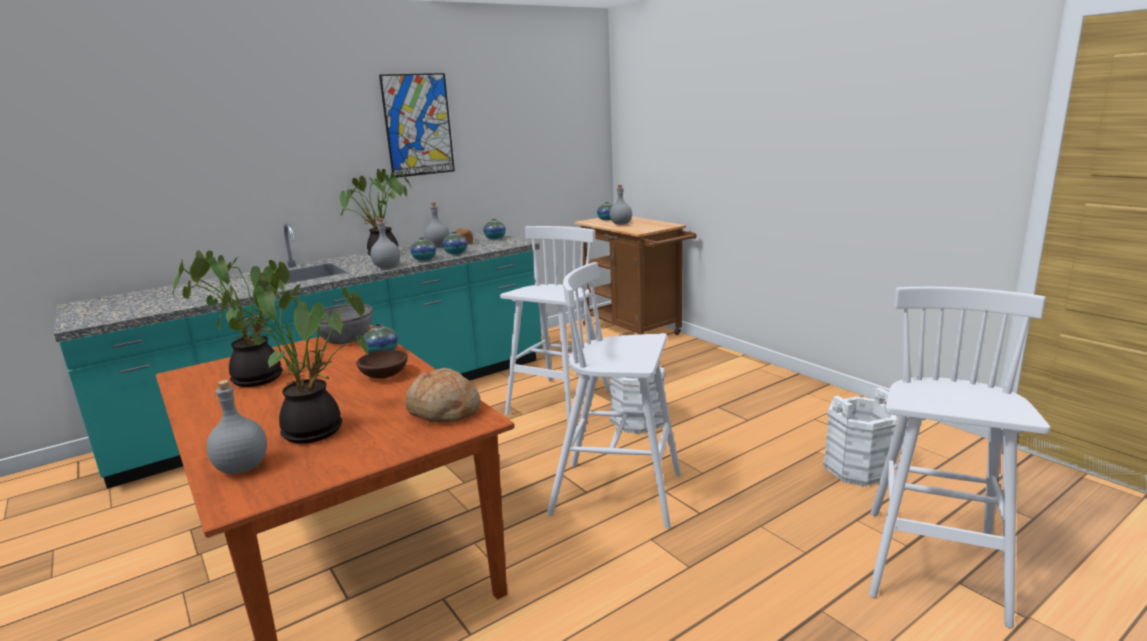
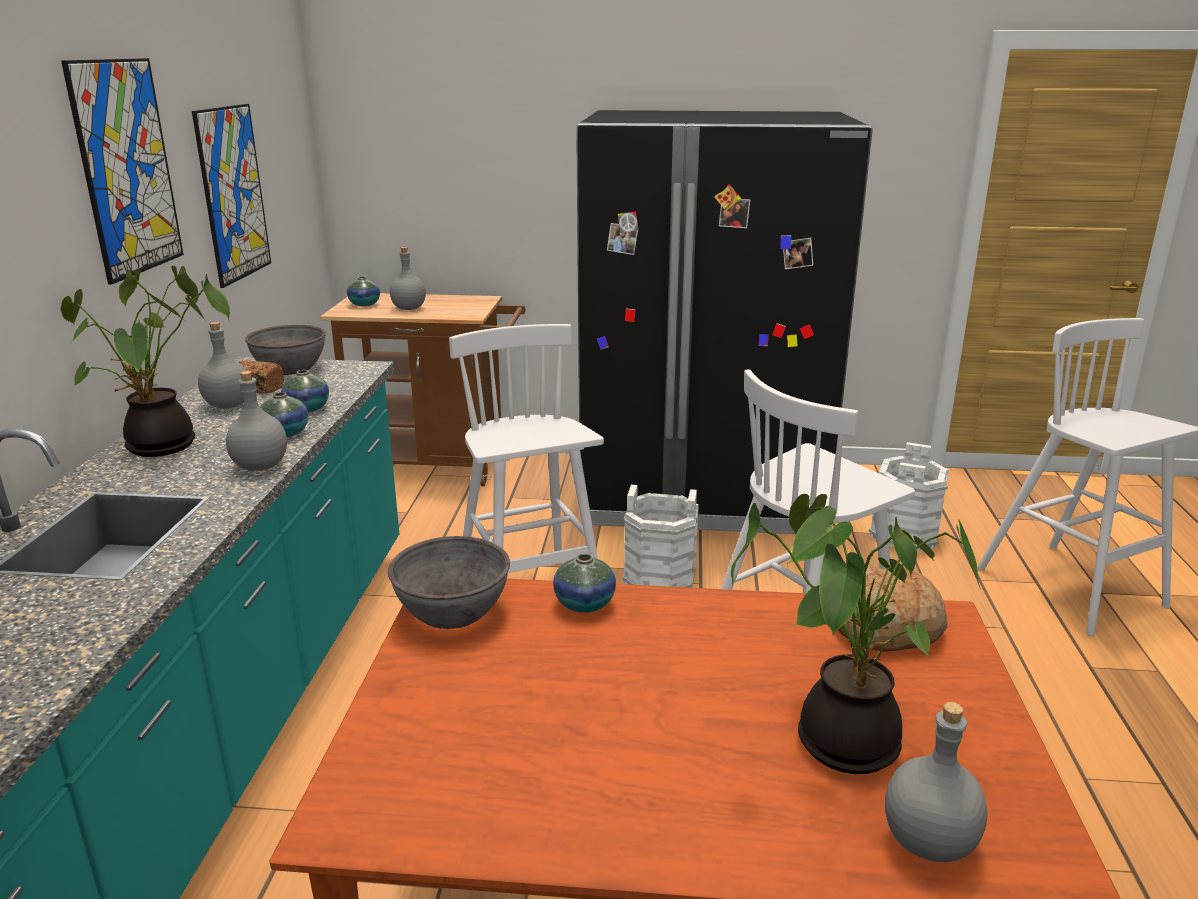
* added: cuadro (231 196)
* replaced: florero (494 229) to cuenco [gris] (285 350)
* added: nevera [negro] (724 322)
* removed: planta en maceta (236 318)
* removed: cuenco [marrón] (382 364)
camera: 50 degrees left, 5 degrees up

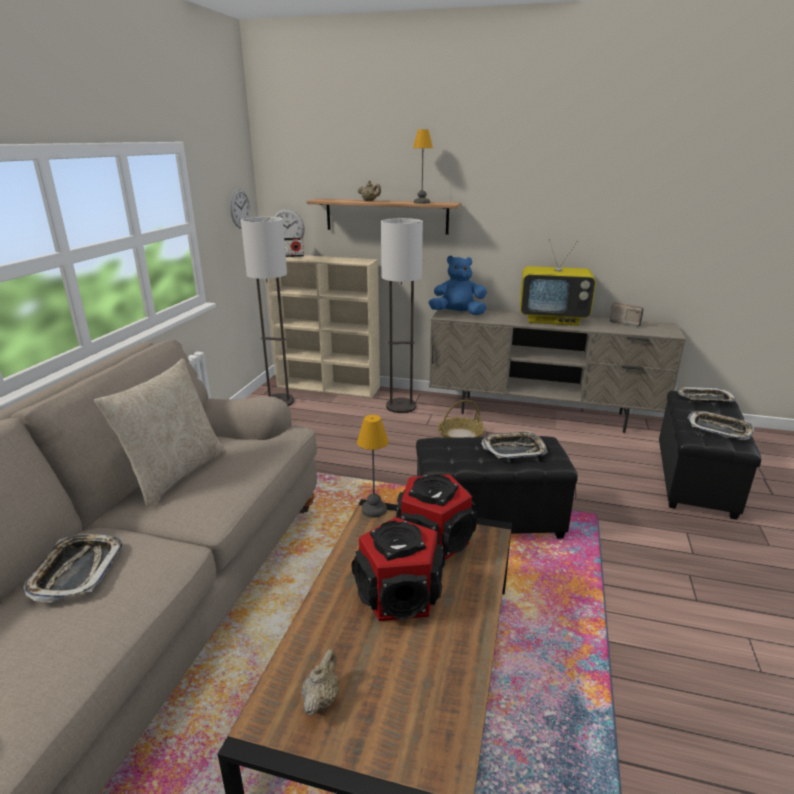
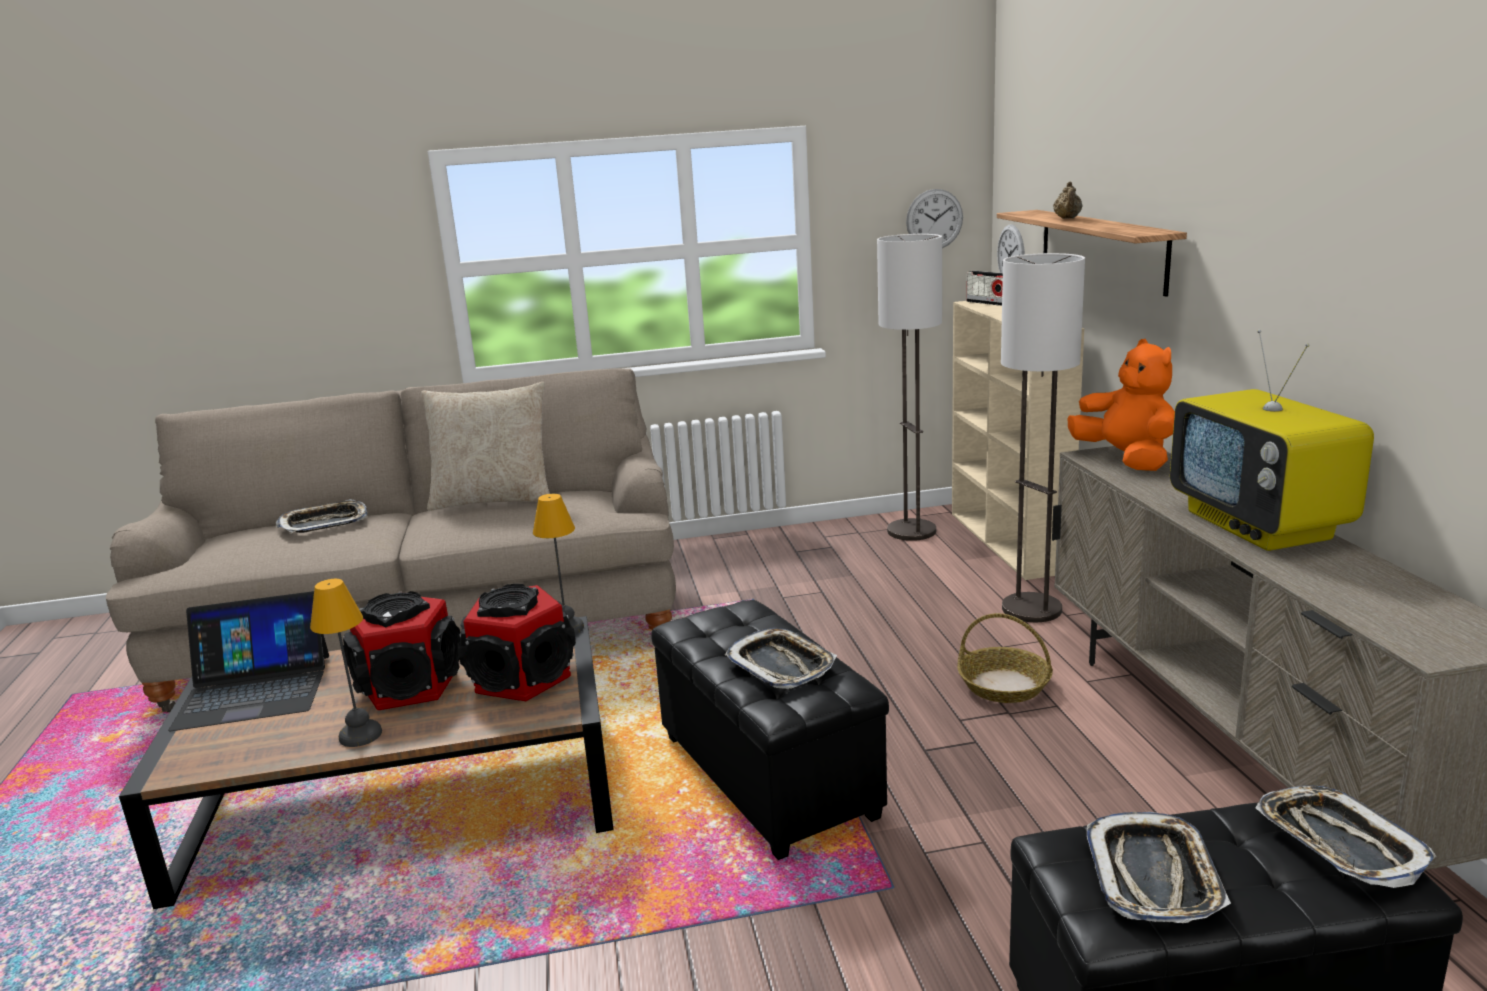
* replaced: tetera [beis] (320 682) to portátil (248 661)
* moved: lámpara de mesa (423 167) to (346 663)
* recoloured: peluche [azul] (458 285) to peluche [naranja] (1121 405)
* removed: radio (627 314)
camera: 65 degrees right, 5 degrees down

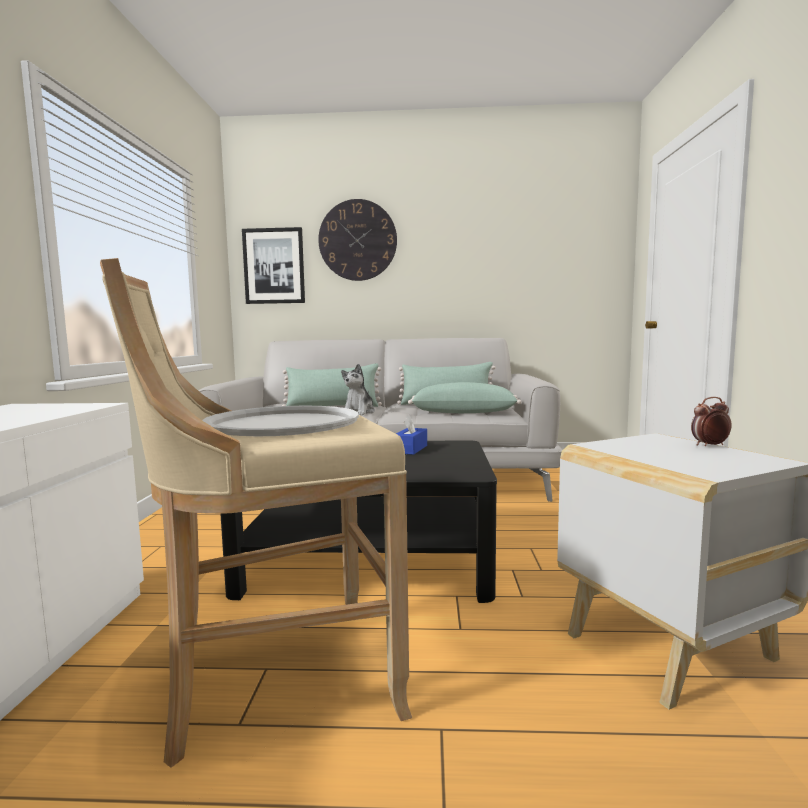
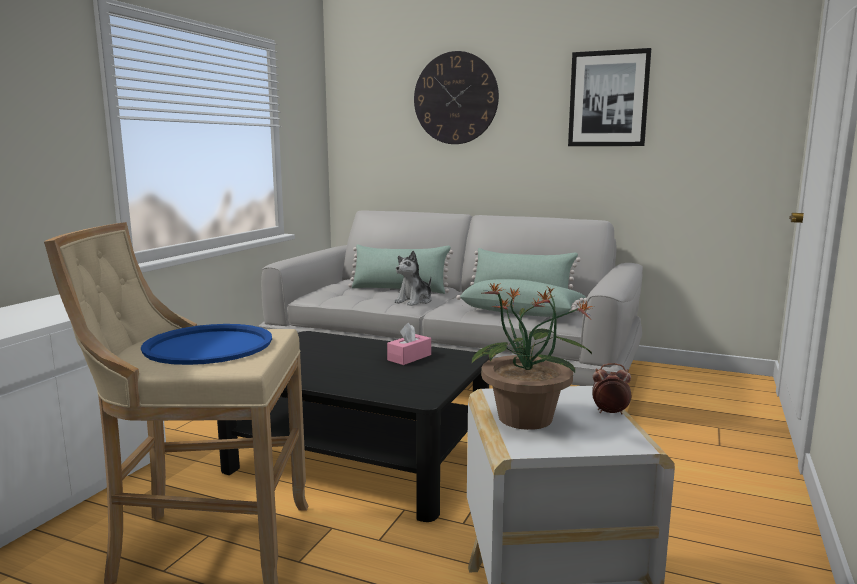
* recoloured: bandeja [blanco] (280 421) to bandeja [azul] (206 344)
* recoloured: caja de pañuelos [azul] (411 434) to caja de pañuelos [rosa] (409 344)
* added: planta en maceta (533 356)
* moved: cuadro (273 265) to (609 97)
camera: 20 degrees right, 5 degrees up

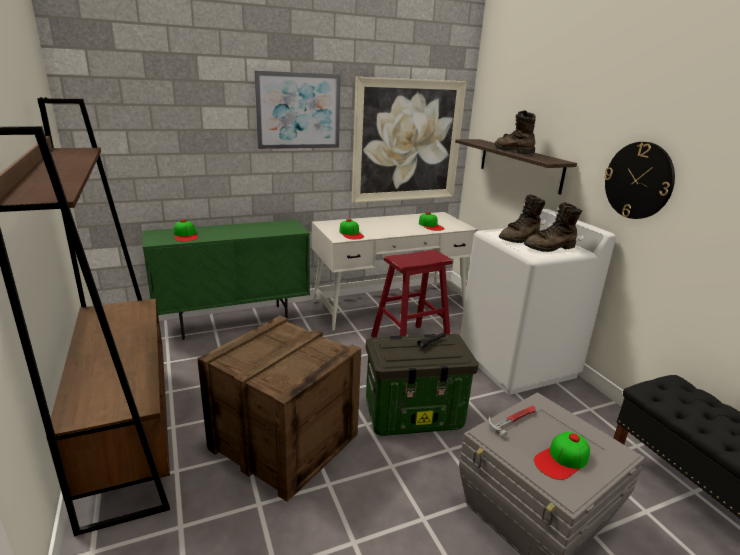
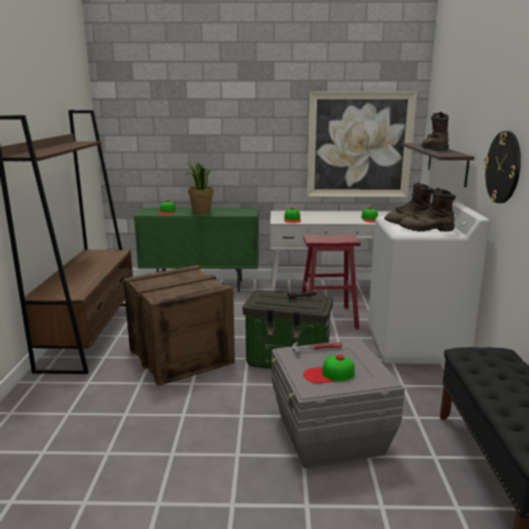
* added: planta en maceta (200 187)
* removed: cuadro (298 110)
camera: 25 degrees right, 5 degrees down

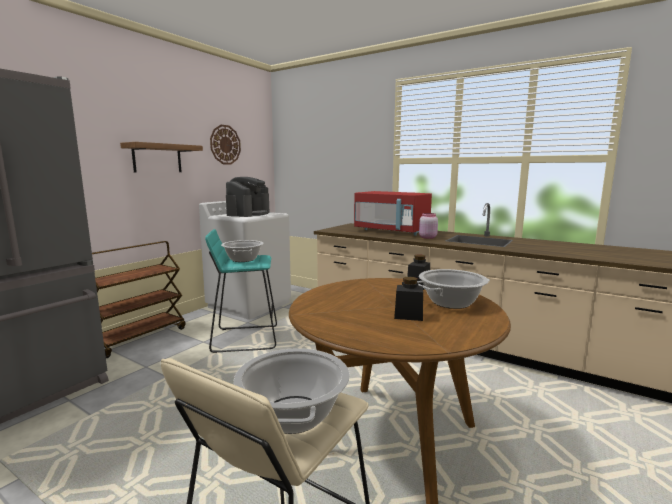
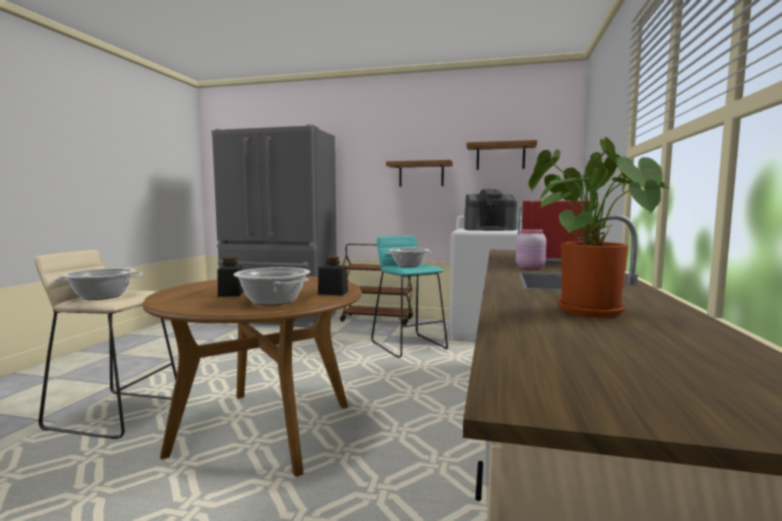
* replaced: reloj de pared (225 144) to estante (501 155)
* added: planta en maceta (598 227)
camera: 70 degrees right, 5 degrees down

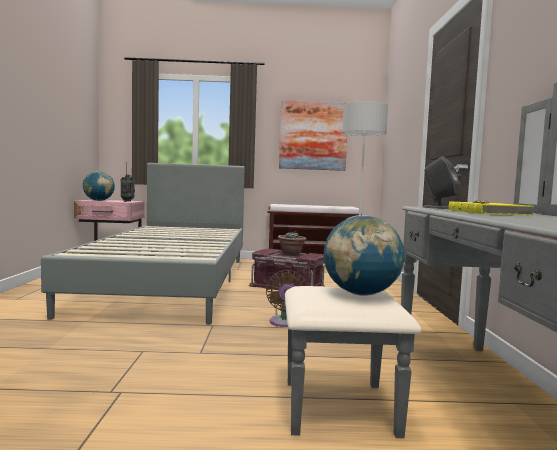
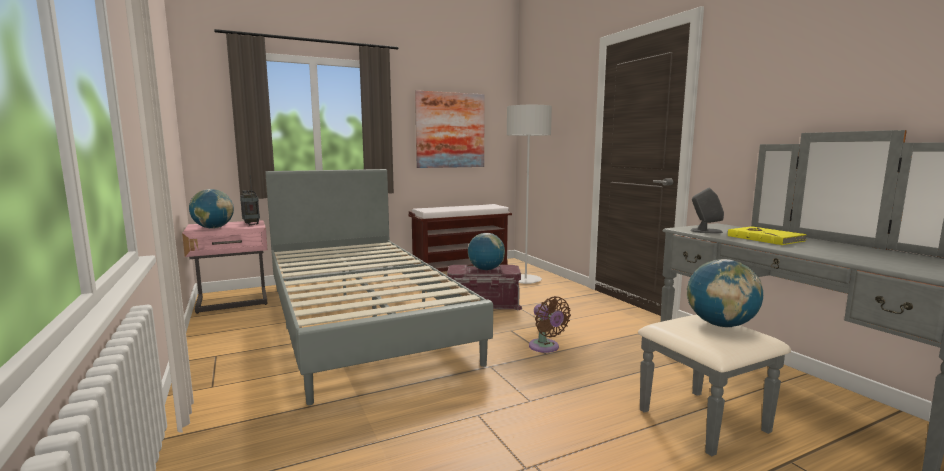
* replaced: planta en maceta (292 244) to globo terráqueo (486 251)
camera: 25 degrees left, 5 degrees up

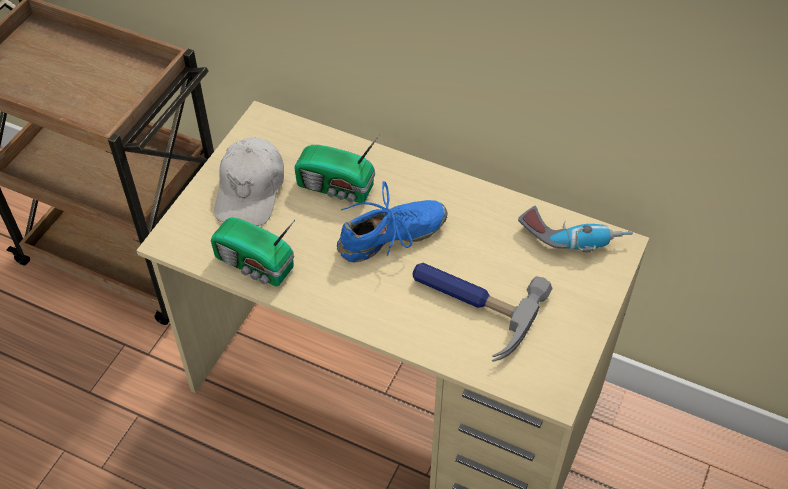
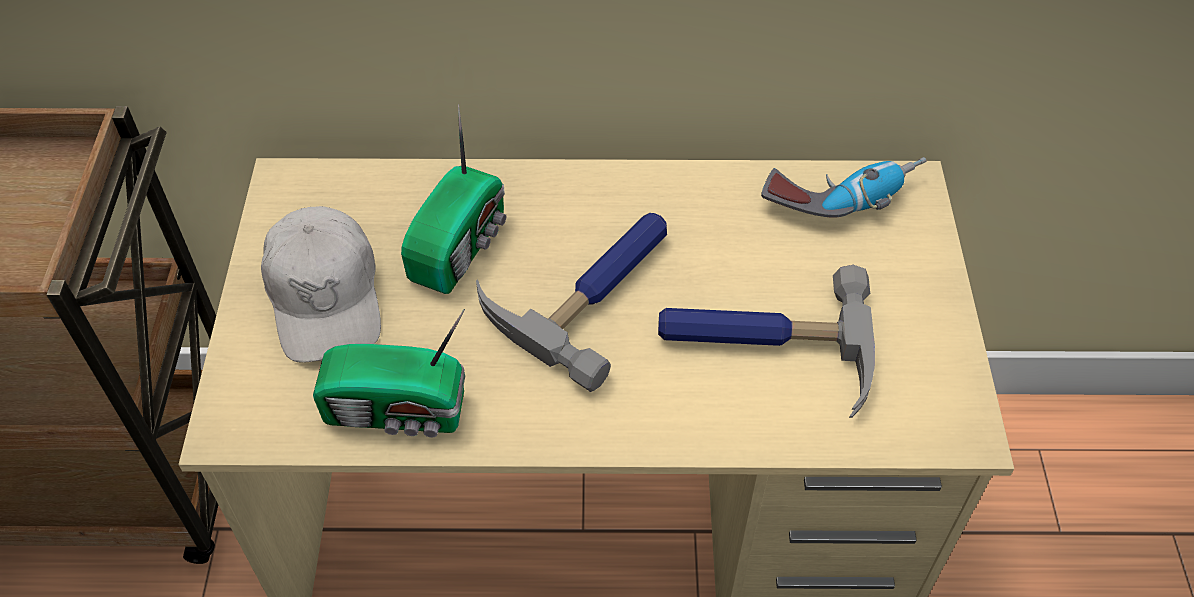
* turned: radio (337 169) = (454 199) 60 degrees counterclockwise
* replaced: zapato [azul] (392 221) to martillo (571 302)
camera: 25 degrees left, 0 degrees up

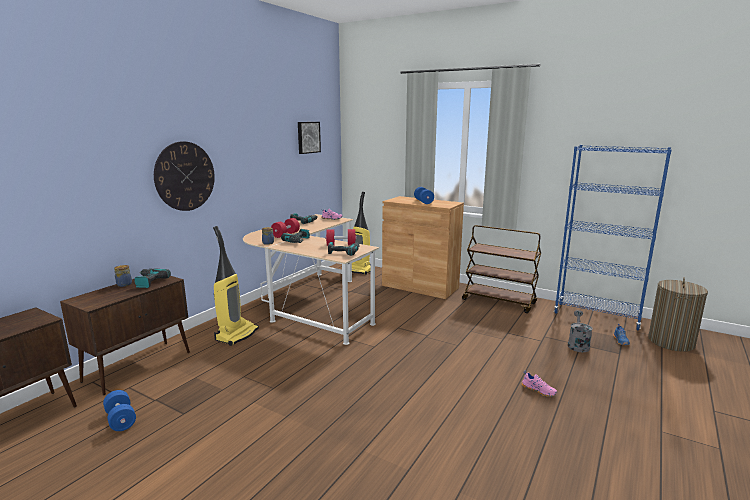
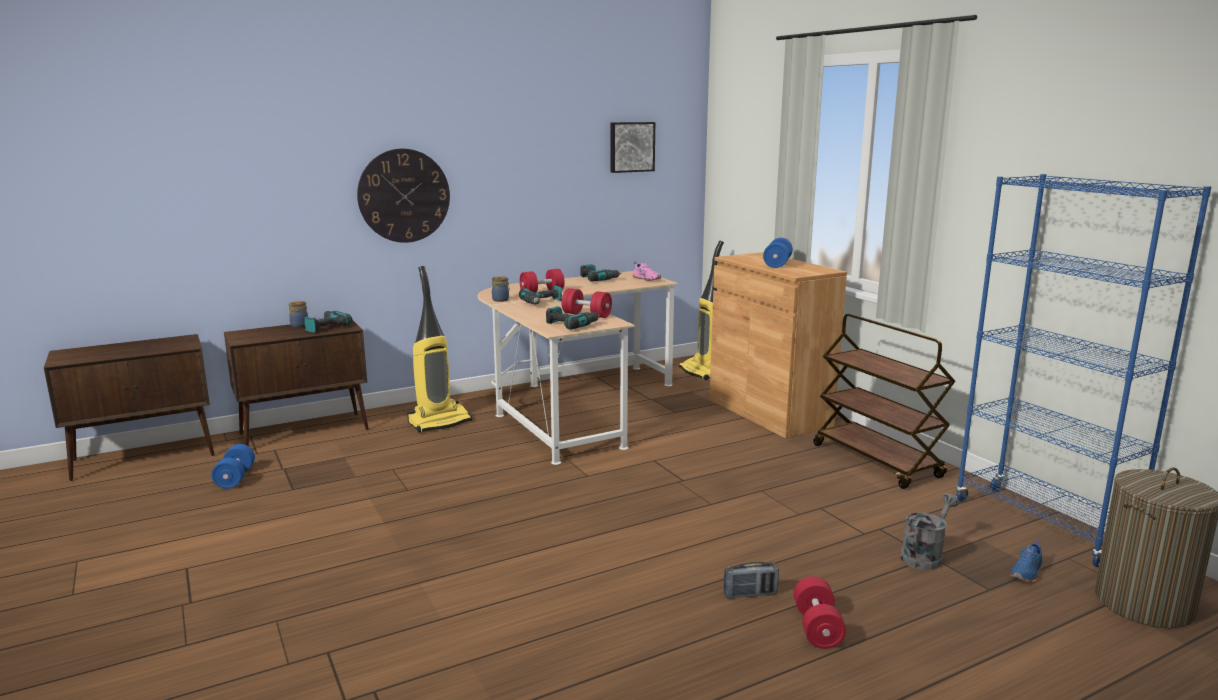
* replaced: zapato [rosa] (539 384) to radio (751 580)
* added: mancuerna [rojo] (820 612)
camera: 30 degrees right, 0 degrees up

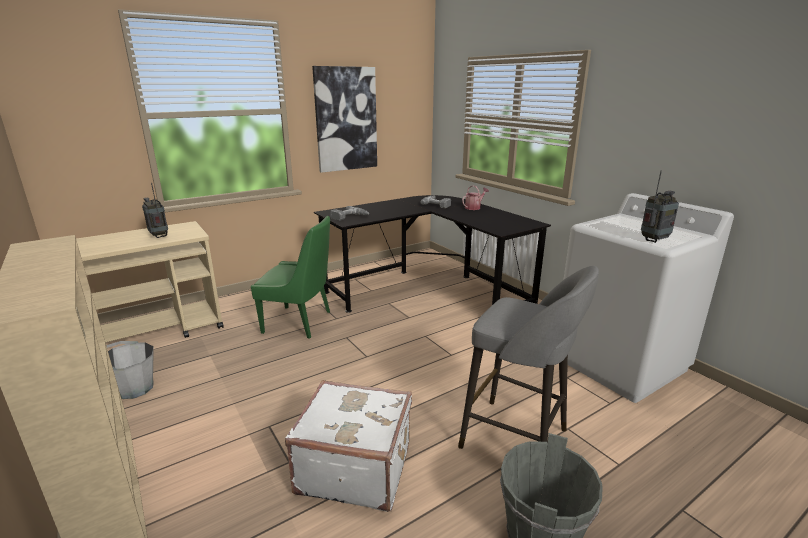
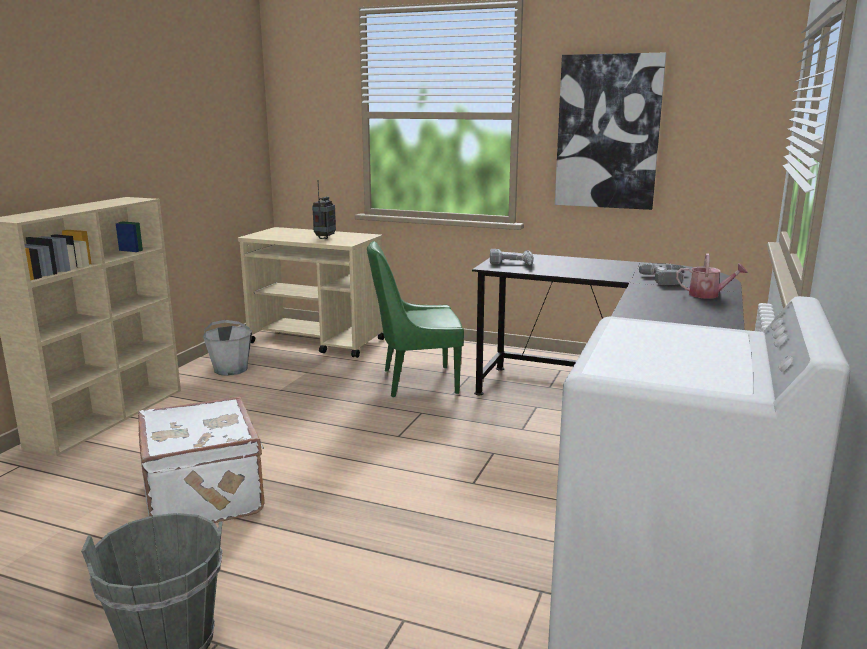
* turned: silla [verde] (290 277) = (415 319) 105 degrees clockwise
* removed: taburete [gris] (528 357)
* removed: radio (660 206)
camera: 55 degrees right, 5 degrees down

